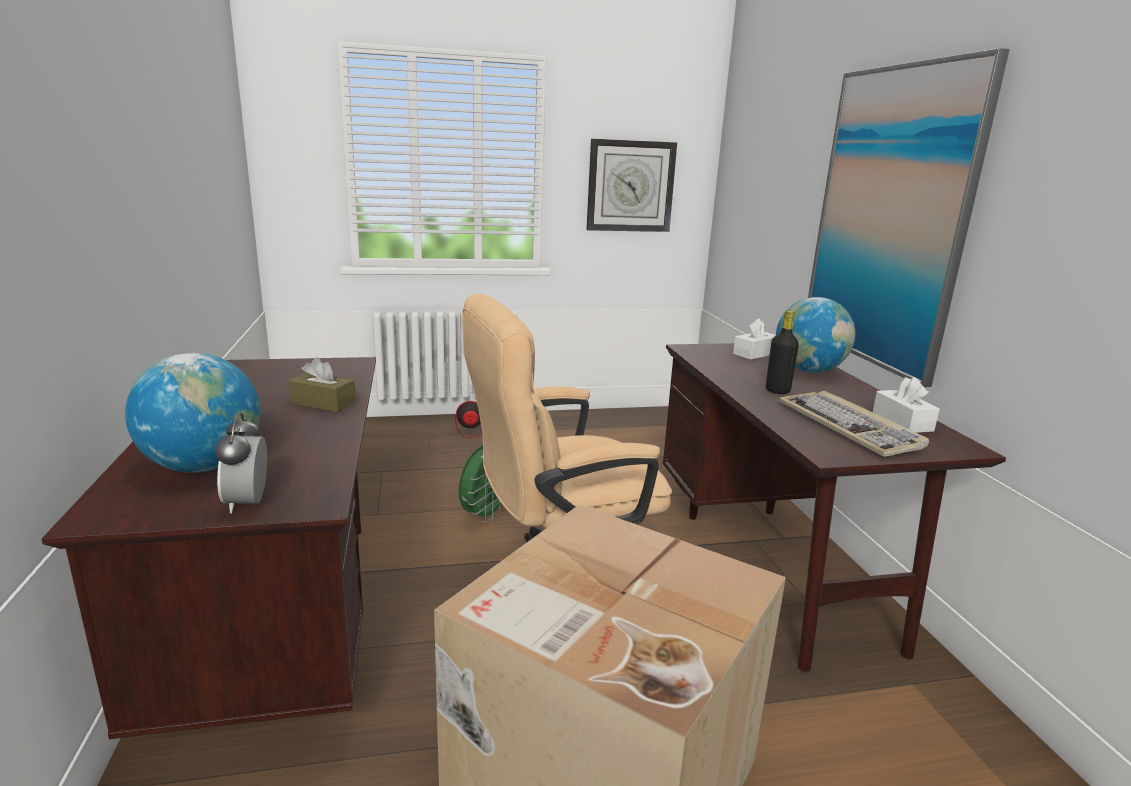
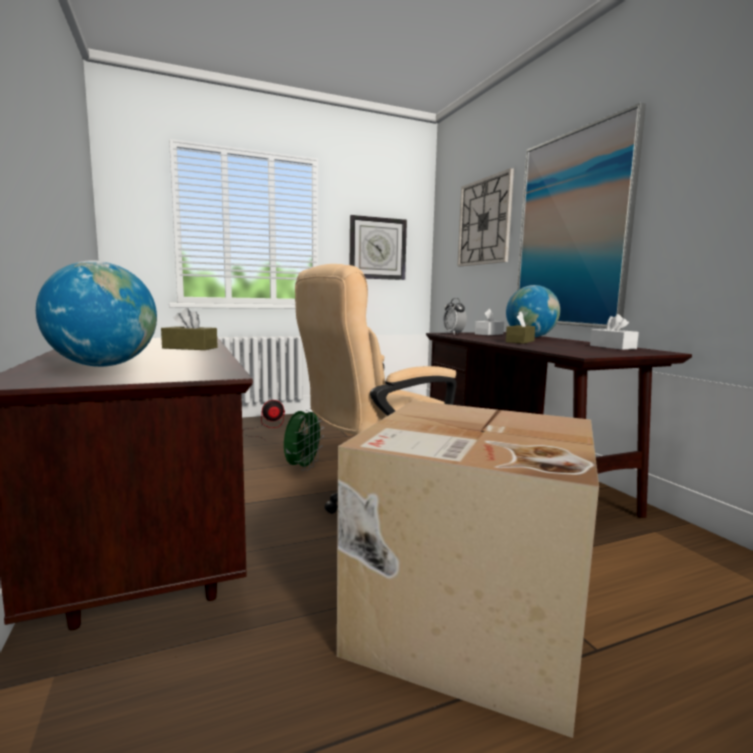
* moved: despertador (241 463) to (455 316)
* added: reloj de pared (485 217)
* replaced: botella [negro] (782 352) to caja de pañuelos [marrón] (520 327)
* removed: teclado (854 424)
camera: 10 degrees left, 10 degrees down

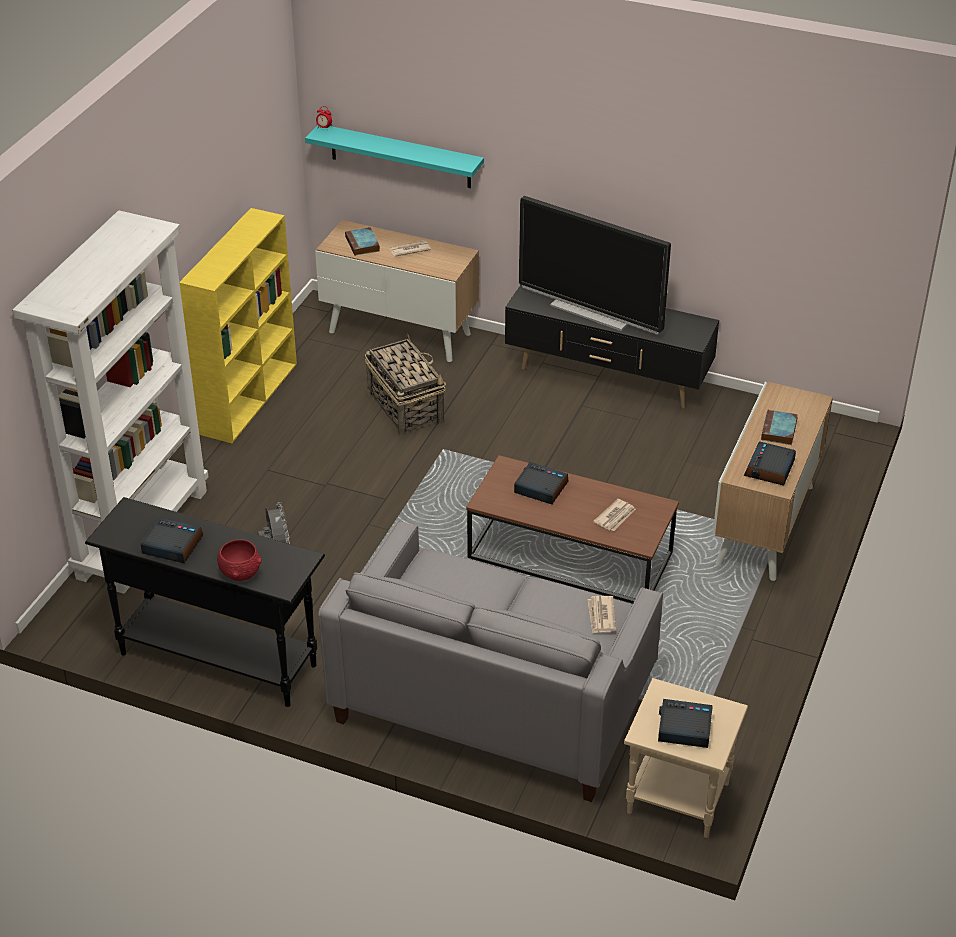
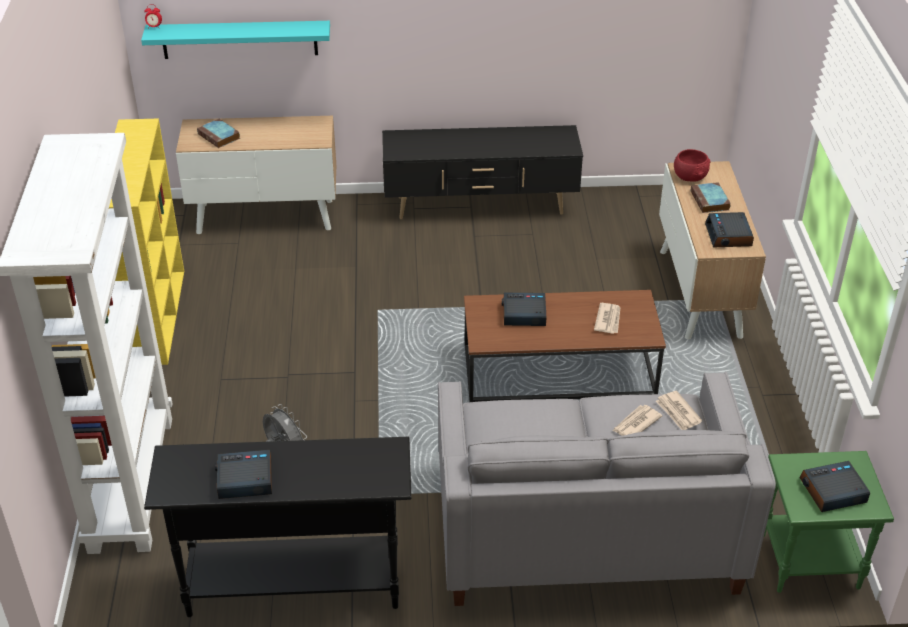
* moved: periódico (410 248) to (637 420)
* moved: cuenco [rojo] (239 560) to (692 165)
* recoloured: mesa auxiliar [beis] (686 758) to mesa auxiliar [verde] (829 522)
* removed: cesta (405 385)
* removed: televisor (595 265)
camera: 25 degrees left, 0 degrees up

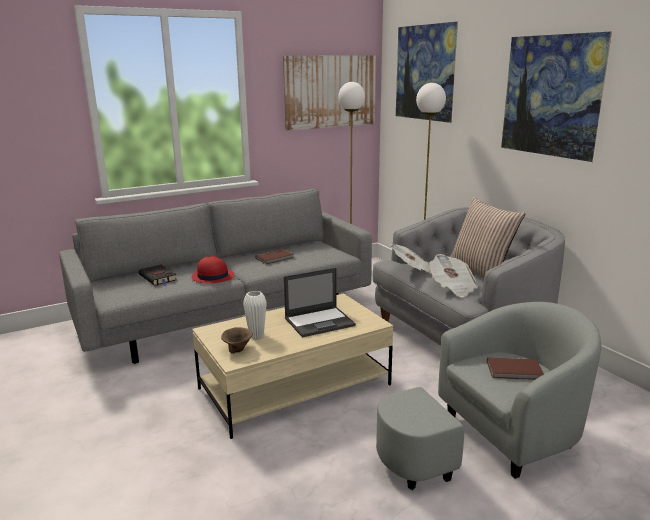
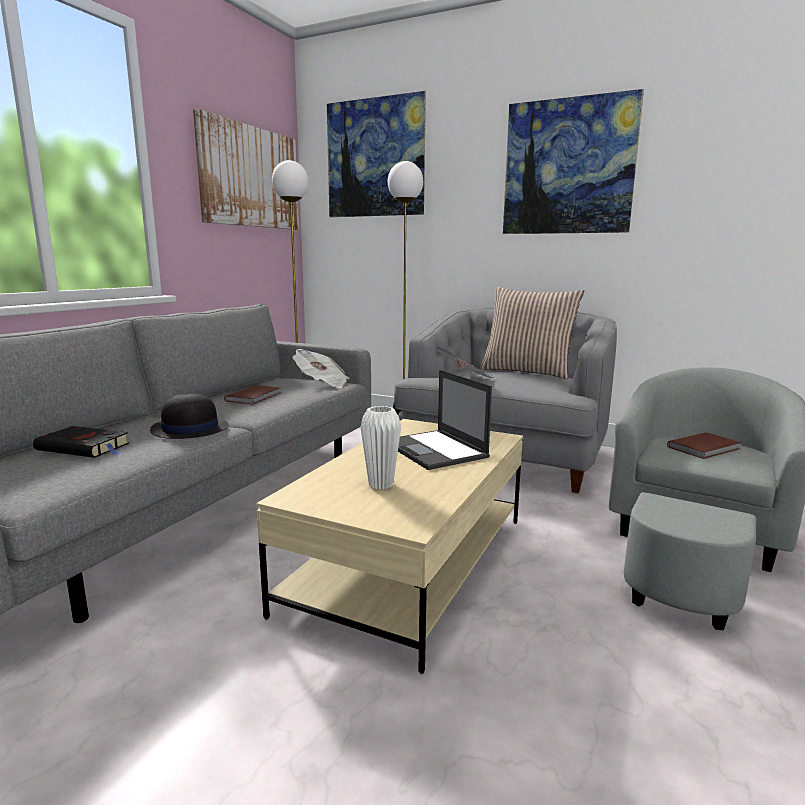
* recoloured: sombrero [rojo] (212 269) to sombrero [negro] (189 416)
* moved: periódico (453 275) to (321 368)
* turned: portátil (320 302) = (445 420) 120 degrees clockwise
* removed: cuenco [marrón] (237 340)
camera: 35 degrees left, 5 degrees down

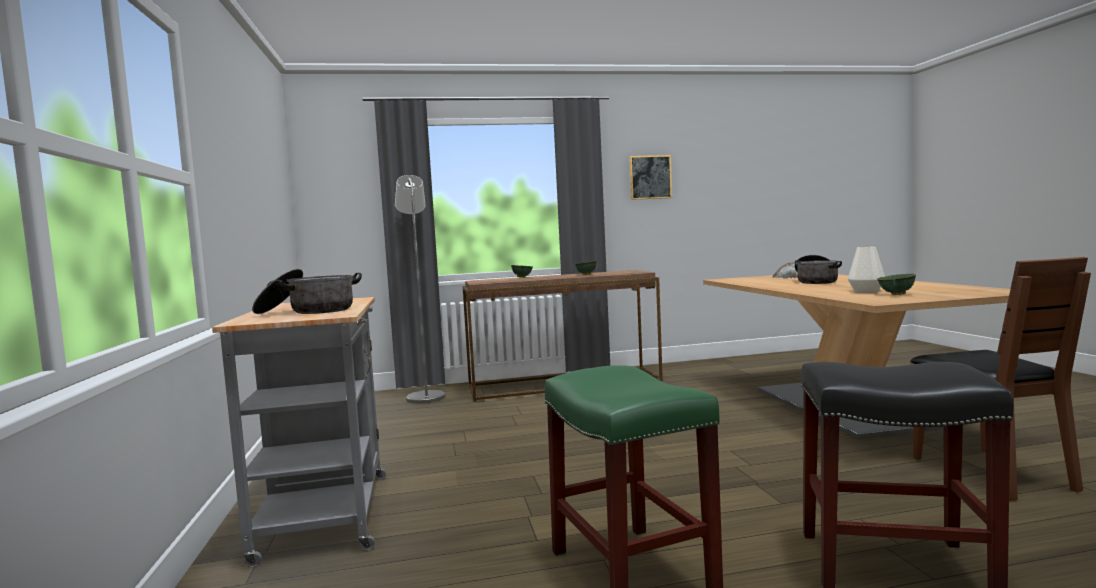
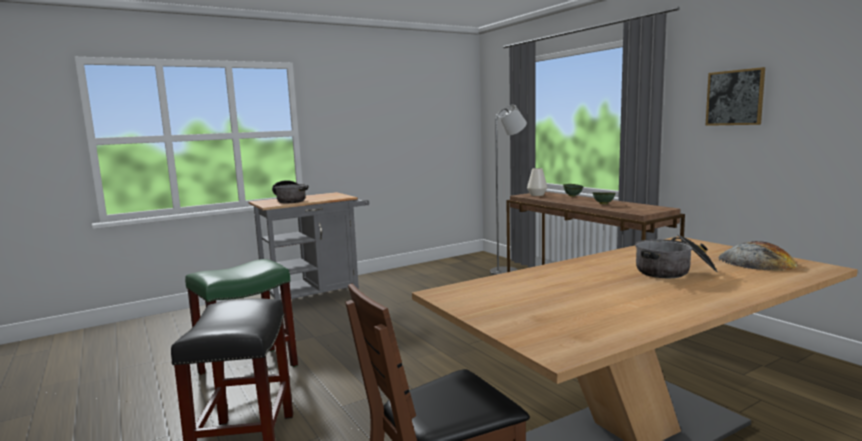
* moved: florero [blanco] (866 270) to (537 182)
* removed: cuenco [verde] (896 284)
camera: 70 degrees right, 5 degrees up

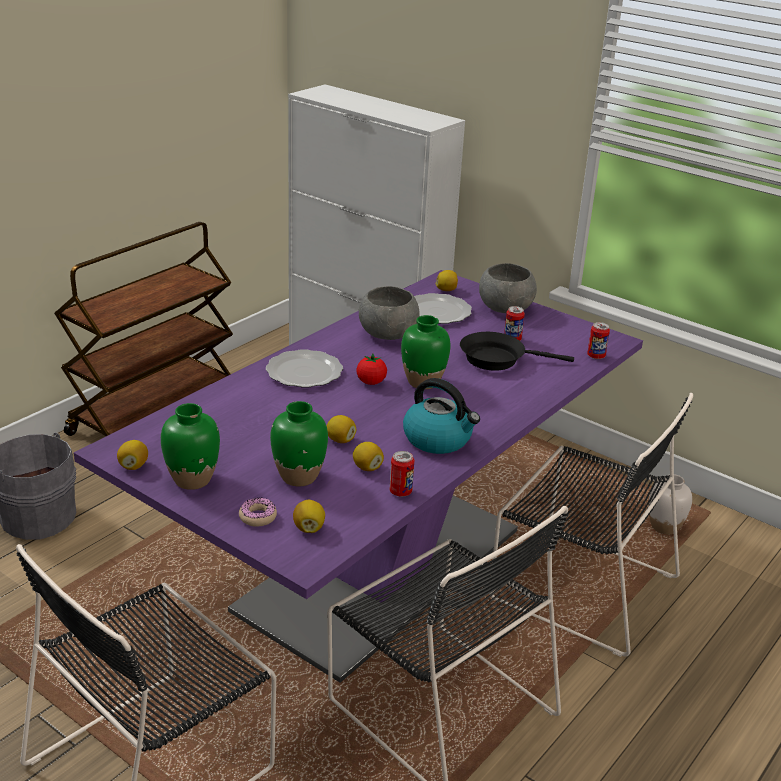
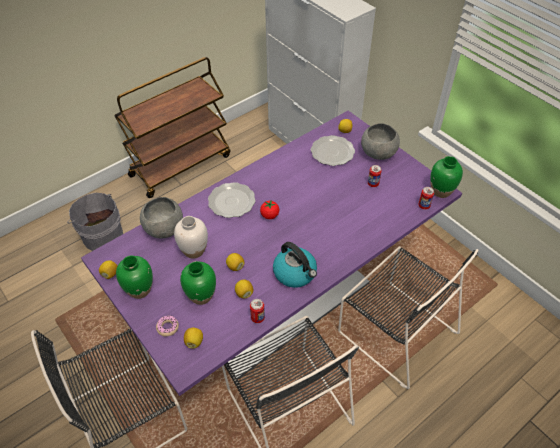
* moved: cuenco [gris] (389 313) to (161 218)
* moved: florero [blanco] (670 504) to (191 237)
* moved: florero [verde] (426 352) to (446 177)
* removed: sartén [negro] (517 351)
camera: 15 degrees right, 20 degrees up

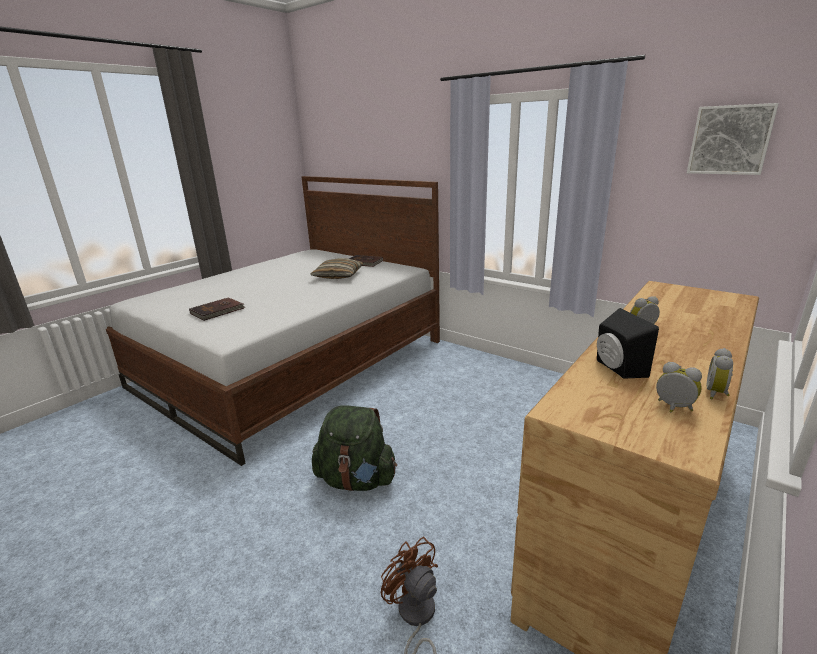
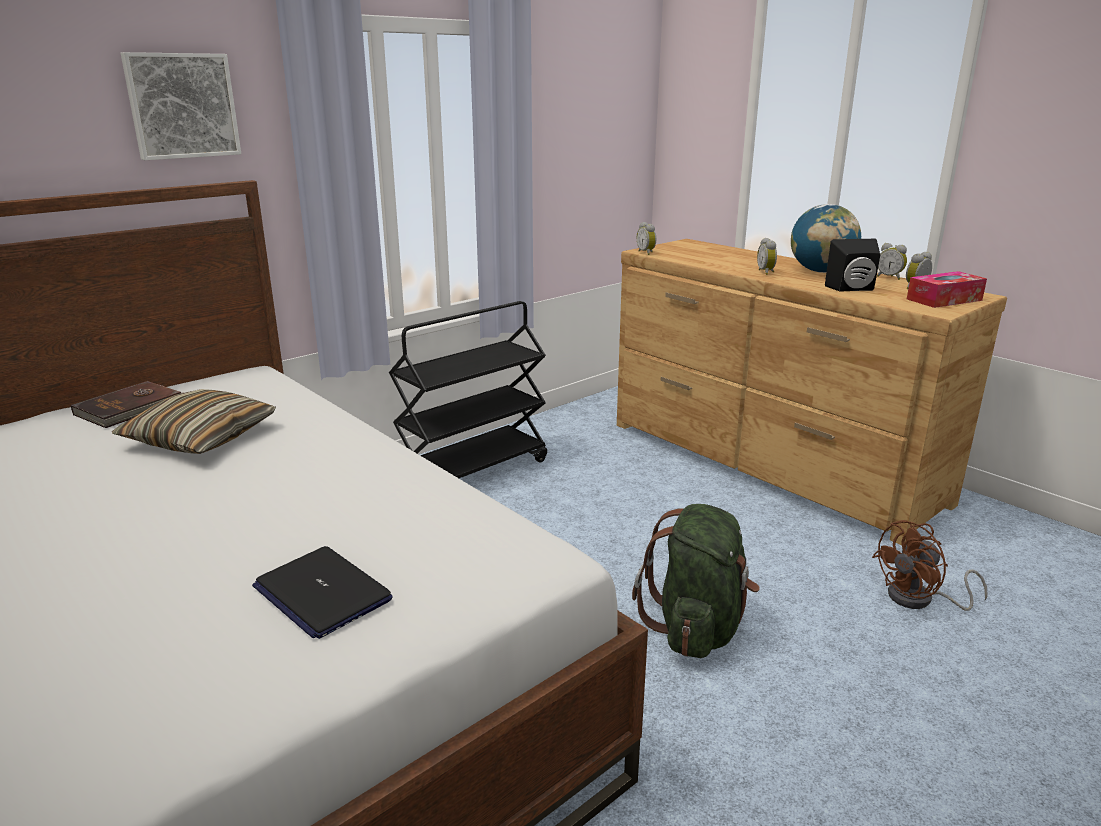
* moved: cuadro (733 139) to (181 106)
* replaced: libro [marrón] (217 309) to portátil (322 592)
* added: carrito [negro] (468 389)
* added: despertador (646 238)
* added: globo terráqueo (826 238)
* added: caja de pañuelos (947 289)
camera: 80 degrees left, 0 degrees up

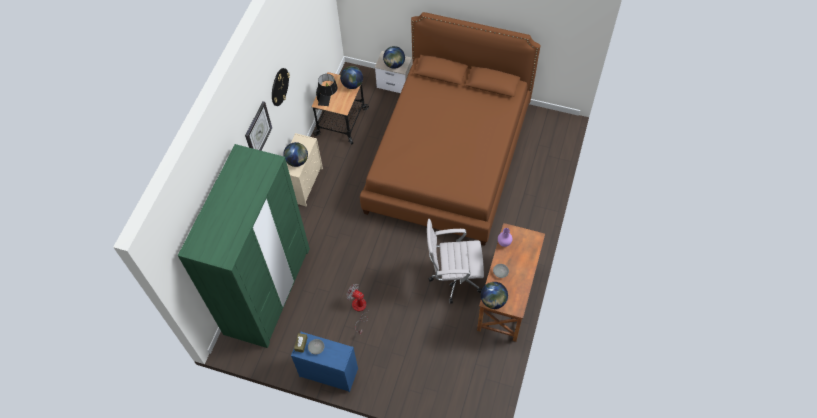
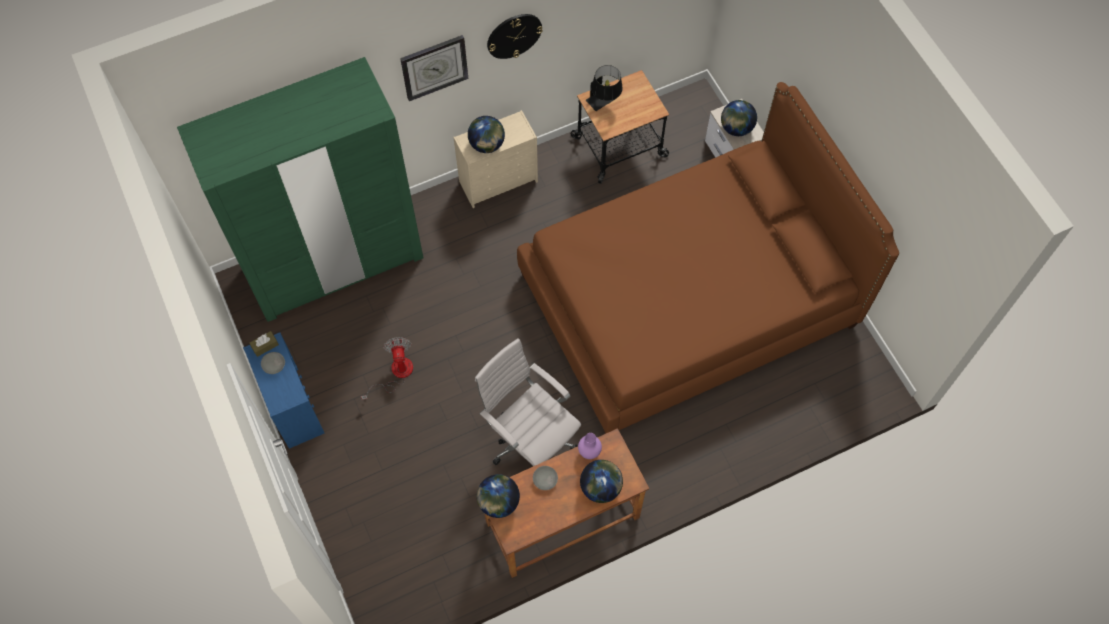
* moved: globo terráqueo (351 77) to (601 481)
camera: 45 degrees right, 5 degrees up

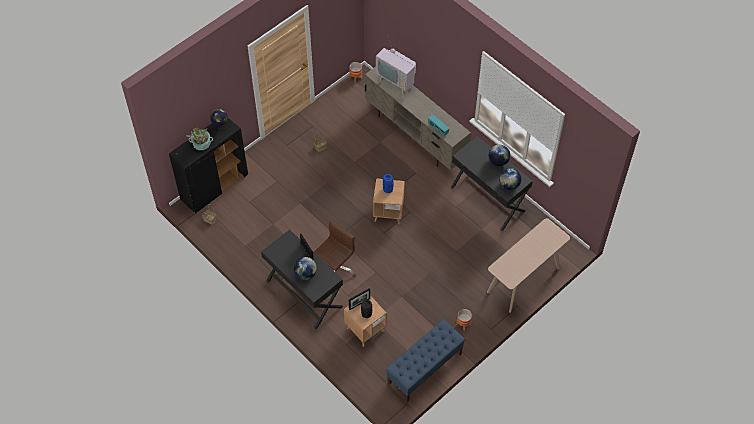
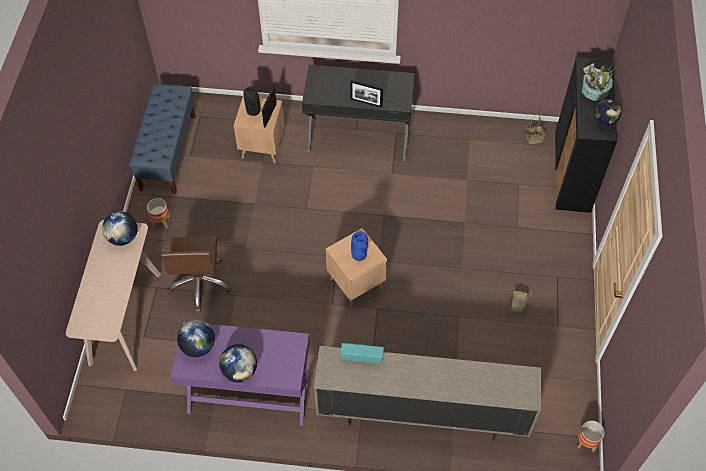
* moved: globo terráqueo (305 268) to (120 228)
* moved: silla de oficina [marrón] (335 248) to (196 274)
* recoloured: escritorio [negro] (492 183) to escritorio [morado] (241 373)
* removed: televisor (396 67)
camera: 140 degrees right, 0 degrees up

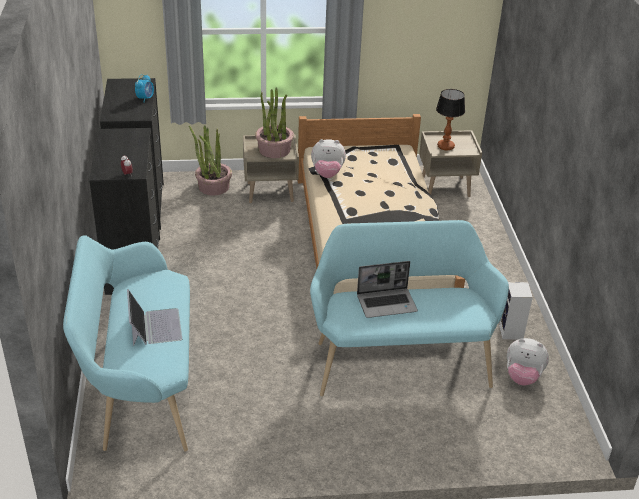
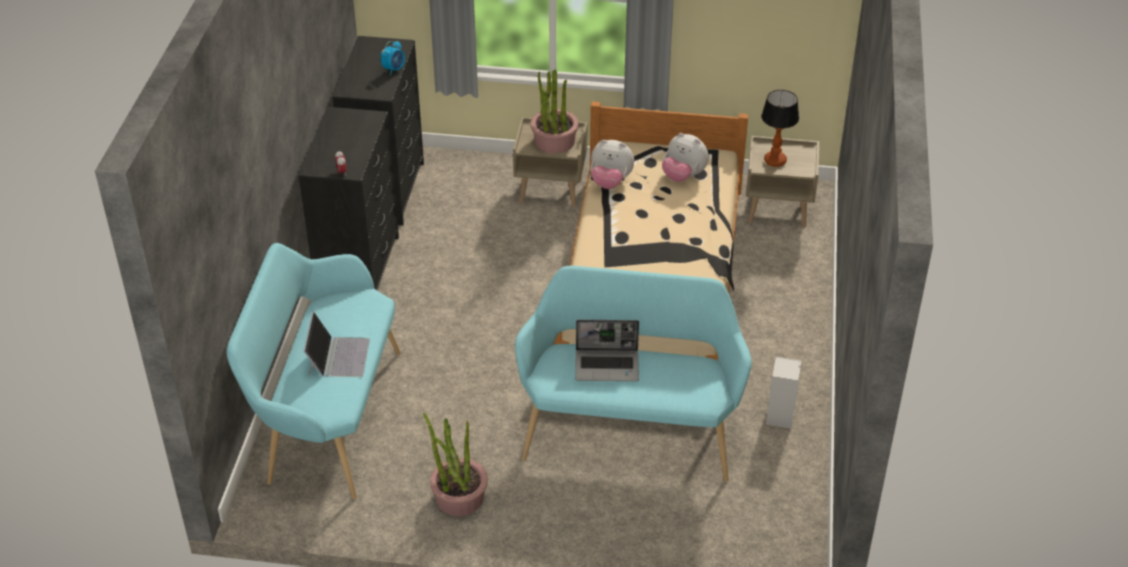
* moved: planta en maceta (210 160) to (455 464)
* moved: peluche (528 362) to (685 157)
camera: 15 degrees right, 5 degrees up

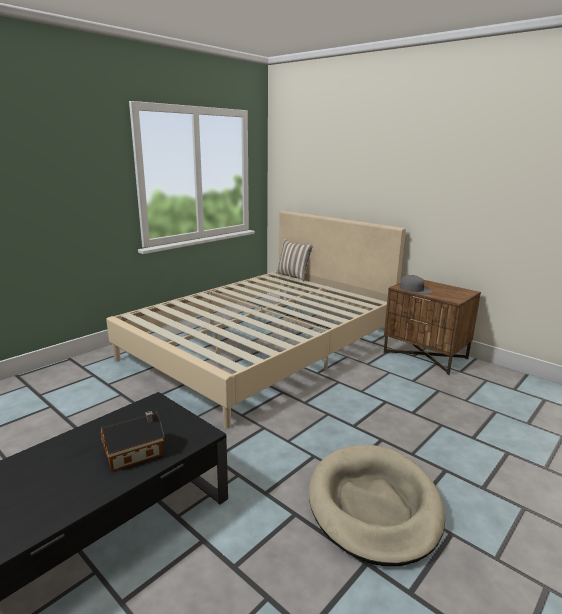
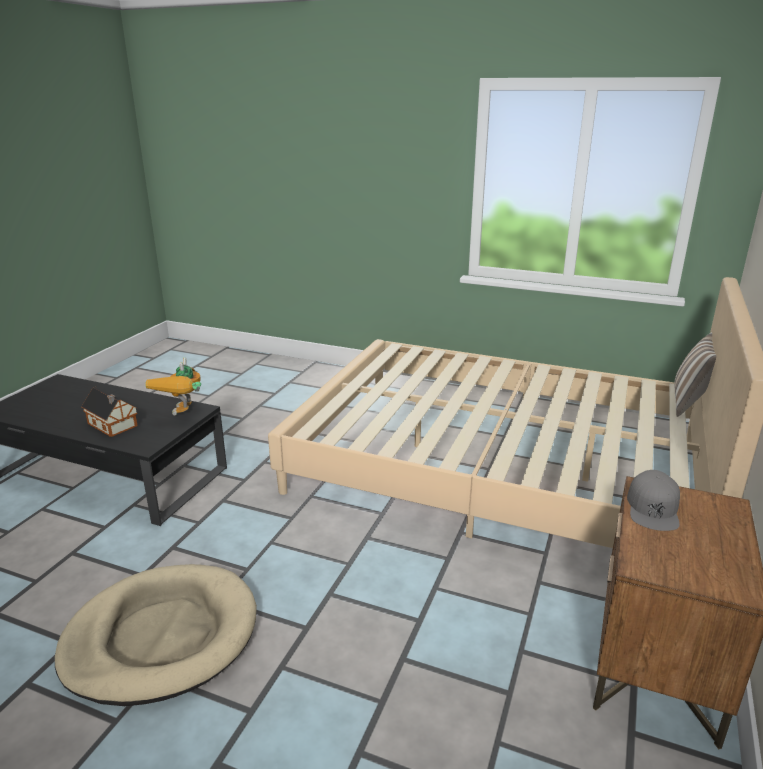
* added: robot de juguete (173 386)
camera: 70 degrees right, 5 degrees up

